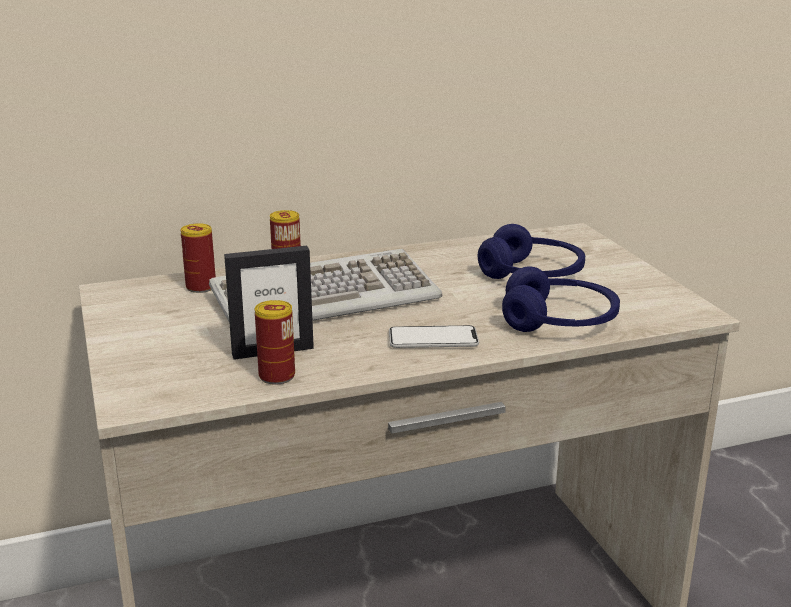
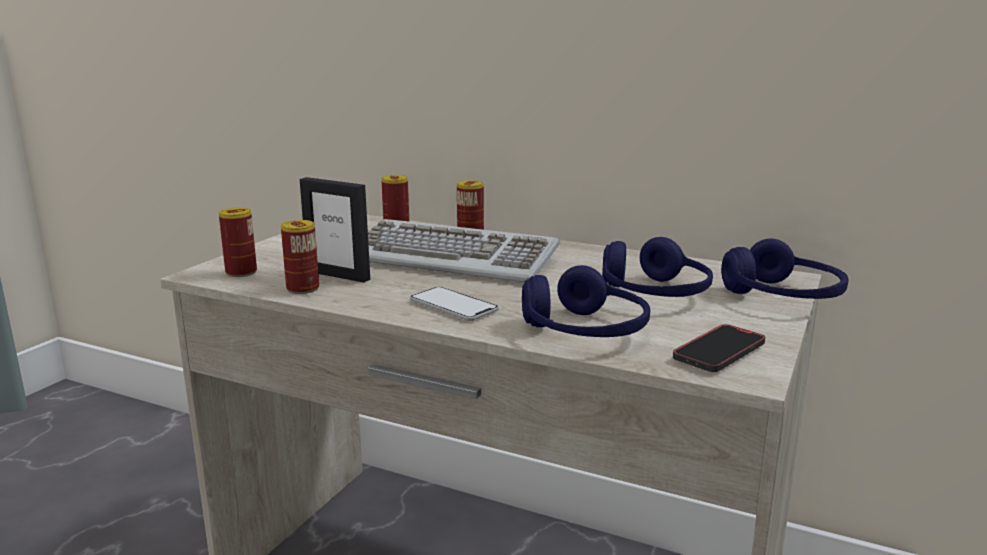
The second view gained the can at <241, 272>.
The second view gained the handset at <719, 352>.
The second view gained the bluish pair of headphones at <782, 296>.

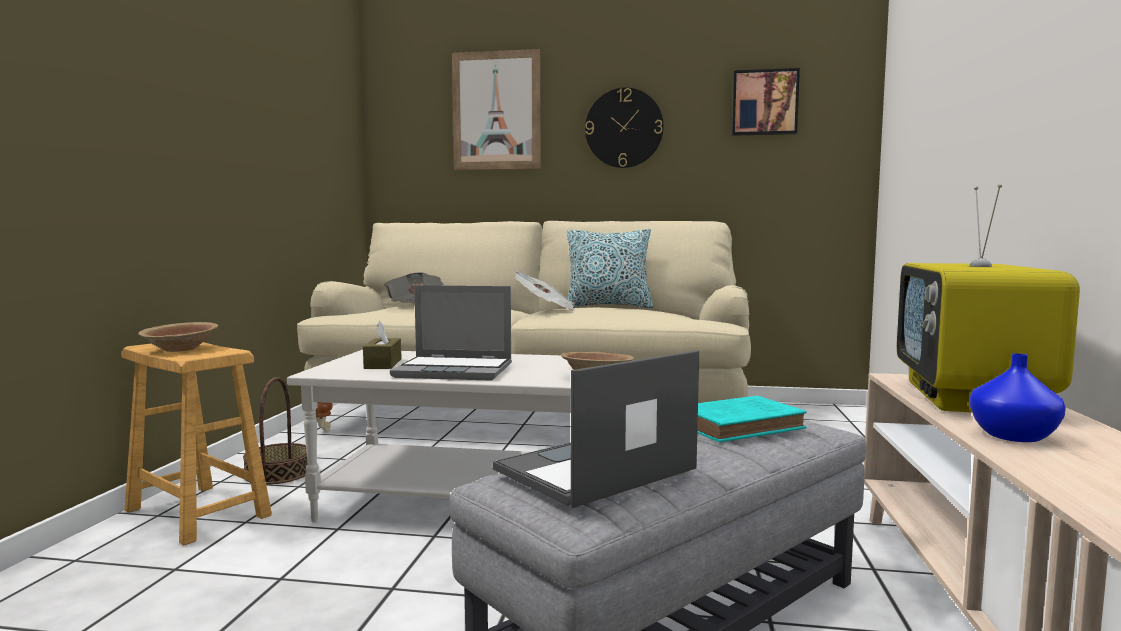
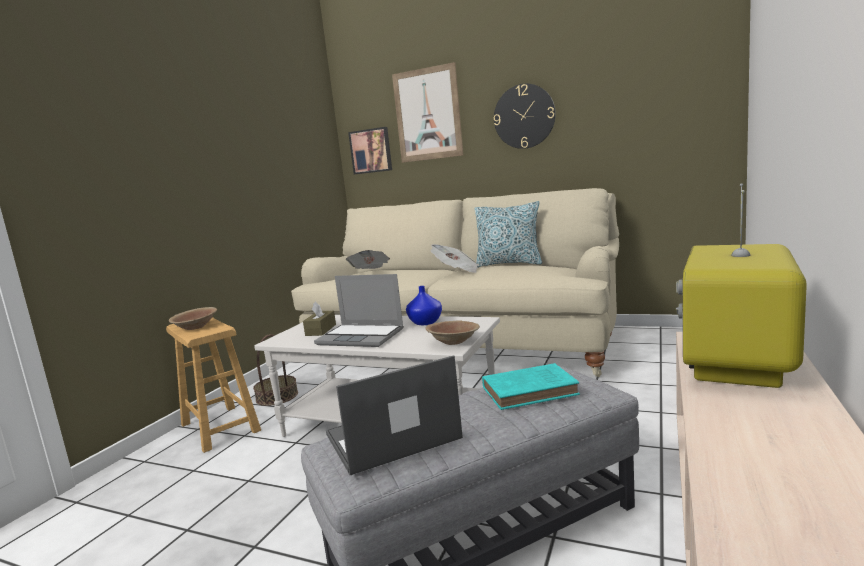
The picture ended up elsewhere, having gone from <764, 103> to <371, 151>.
The bluish flower vase ended up elsewhere, having gone from <1014, 436> to <425, 322>.

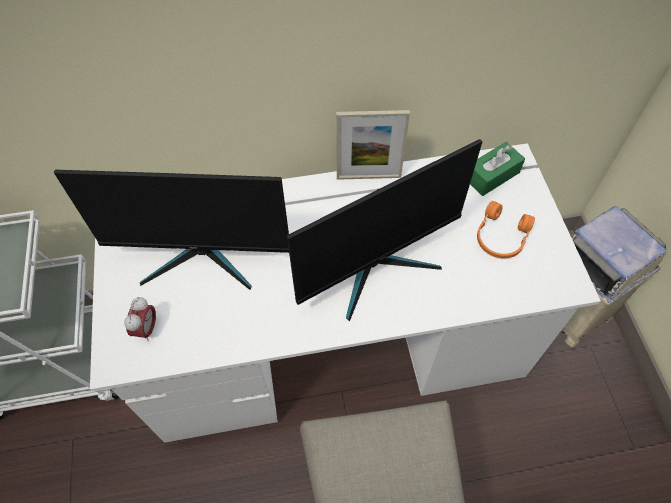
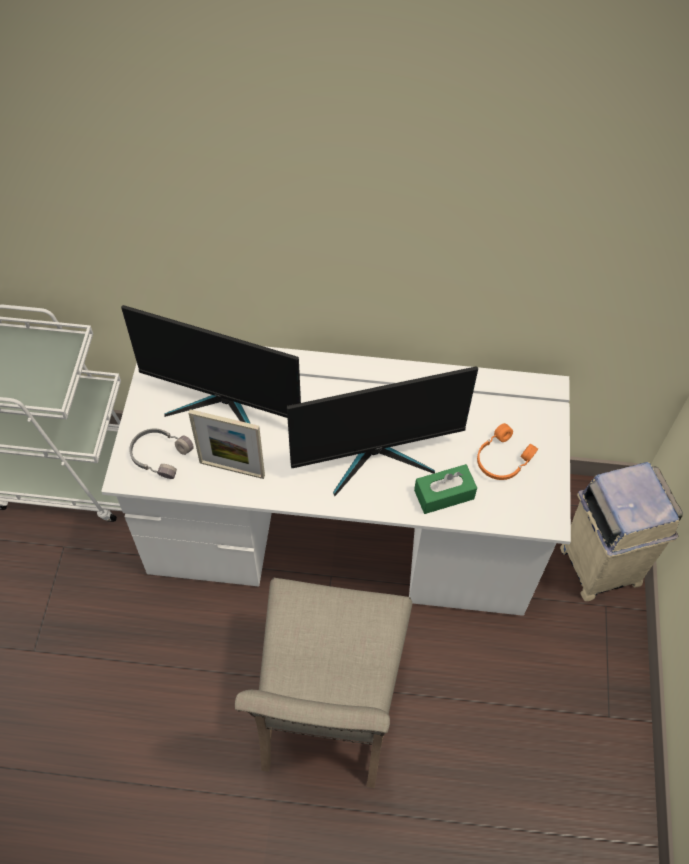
The standing frame ended up elsewhere, having gone from <368, 177> to <232, 469>.
The green tissue box ended up elsewhere, having gone from <491, 175> to <444, 494>.
Where the table clock stood at <147, 329>, the grey pair of headphones came to stand at <160, 455>.

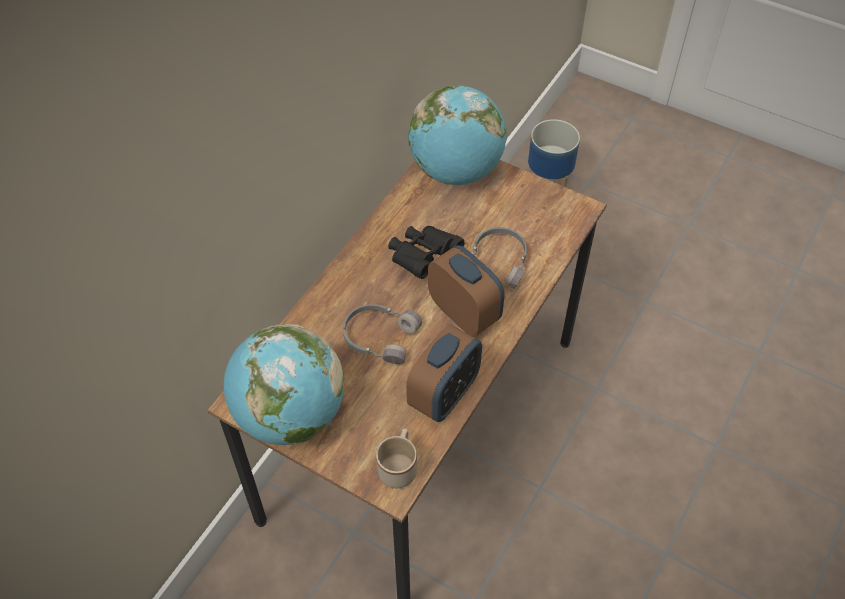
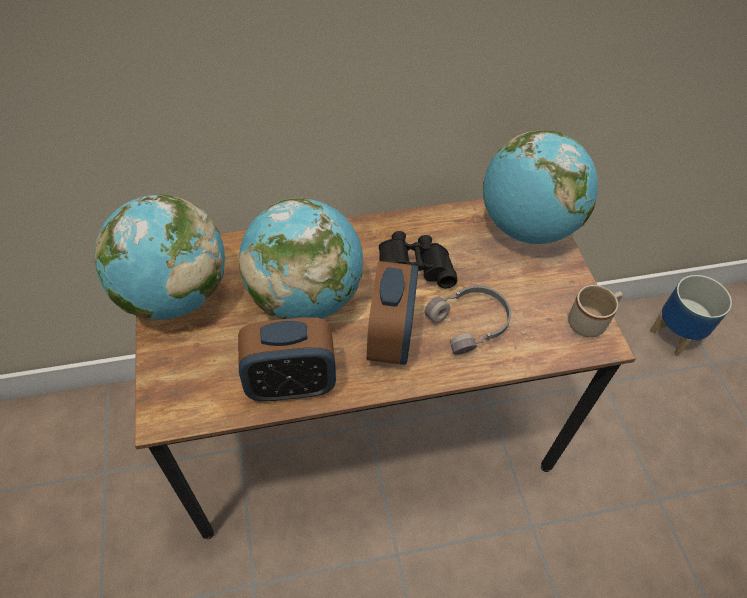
The beige-coloured coffee mug ended up elsewhere, having gone from <399, 466> to <591, 321>.
Where the grey pair of headphones stood at <379, 337>, the world globe came to stand at <305, 297>.

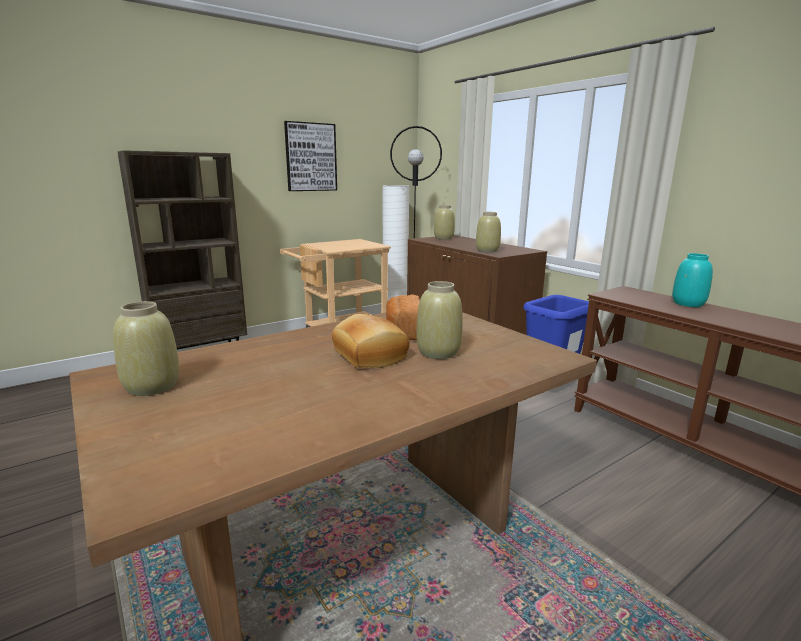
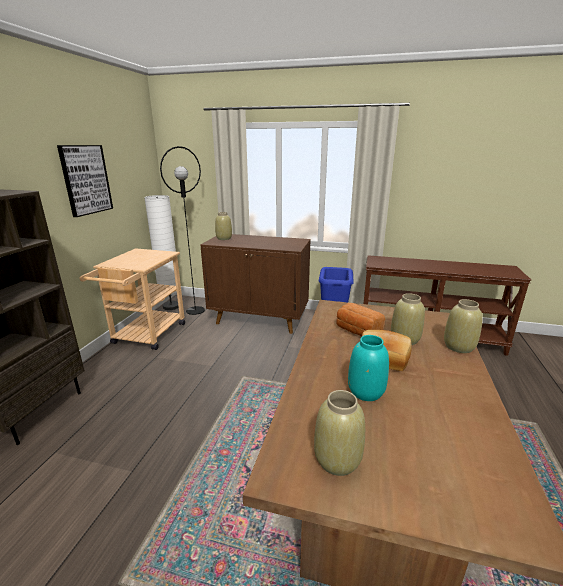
The beige-coloured flower vase ended up elsewhere, having gone from <487, 250> to <459, 347>.
The blue-green flower vase ended up elsewhere, having gone from <688, 304> to <366, 392>.

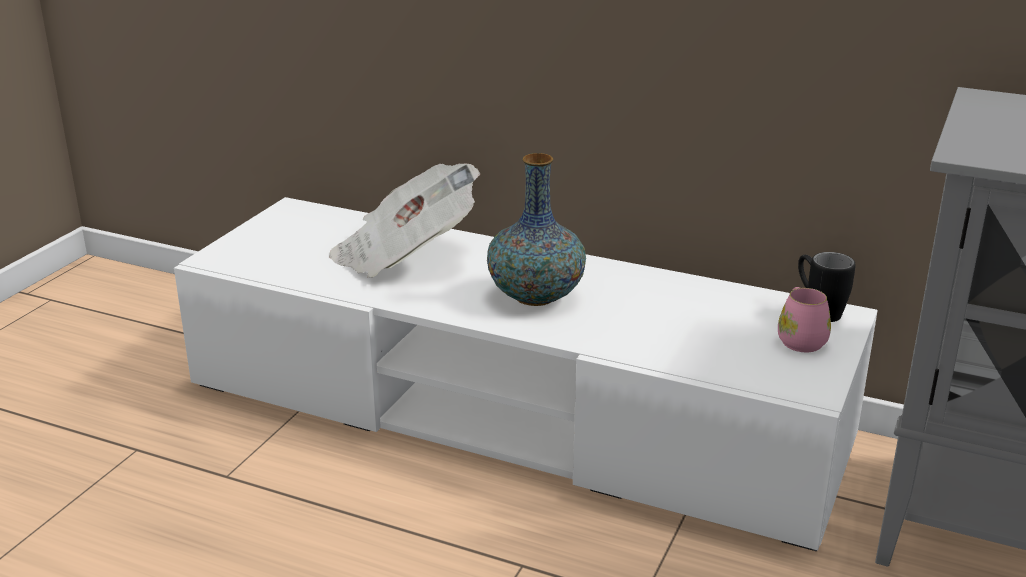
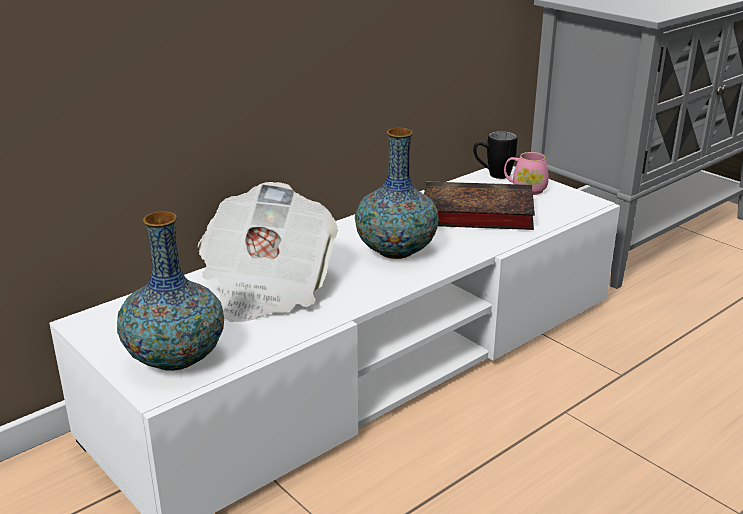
The second view gained the flower vase at <175, 358>.
The second view gained the volume at <474, 213>.

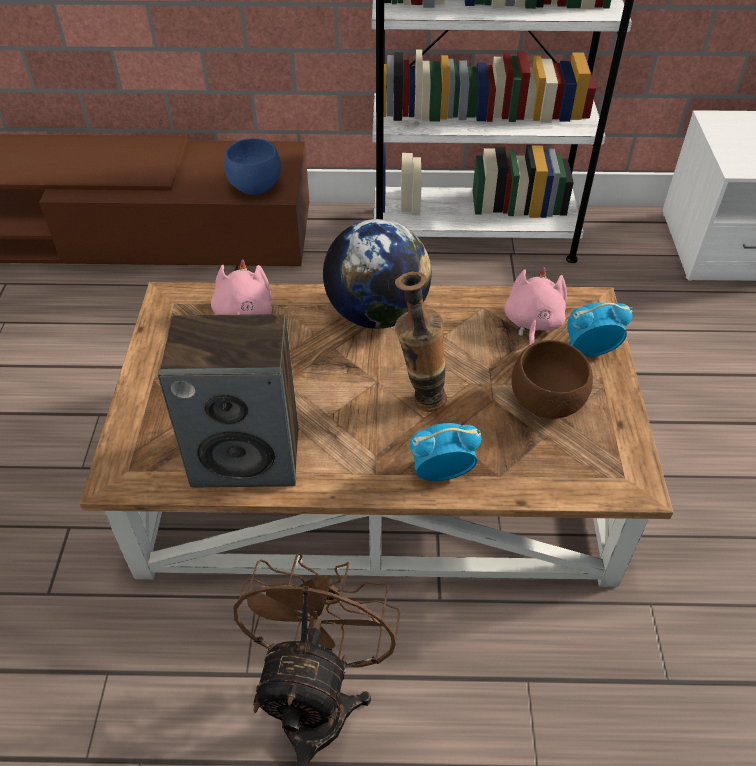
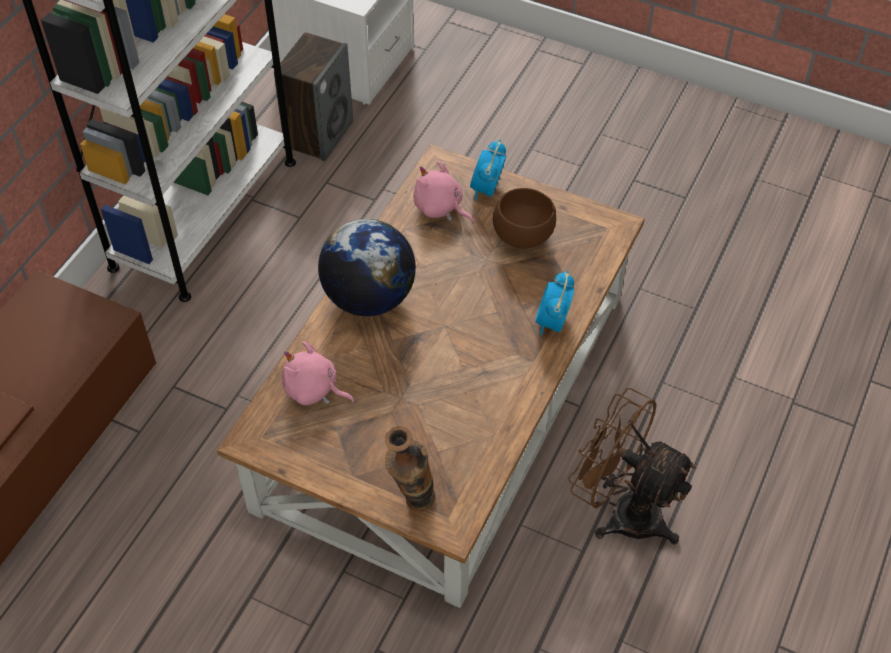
The second view lost the bluish bowl at <254, 187>.
The audio speaker ended up elsewhere, having gone from <247, 456> to <318, 134>.
The flower vase ended up elsewhere, having gone from <419, 398> to <412, 505>.

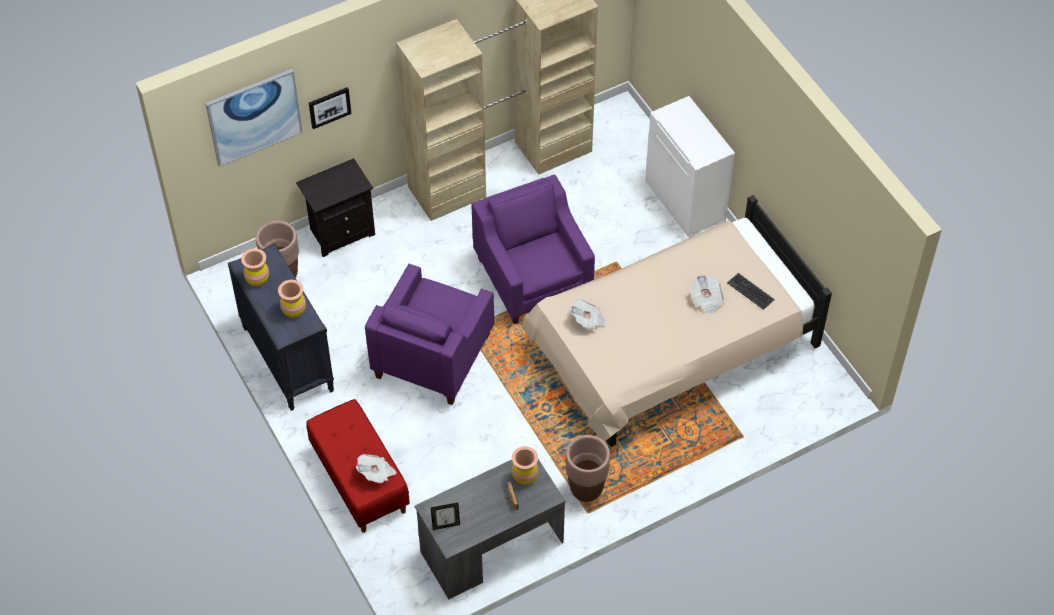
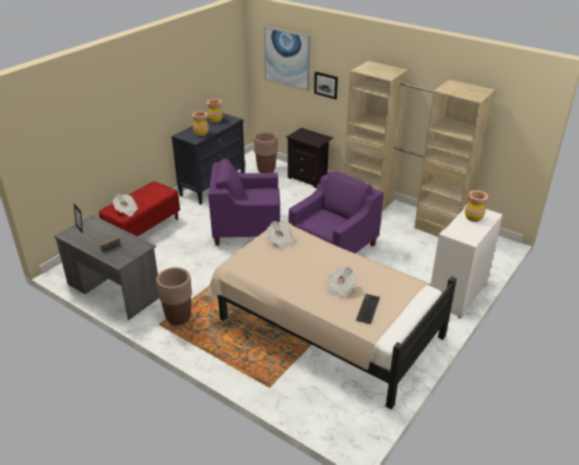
The brown-coloured flower vase ended up elsewhere, having gone from <524, 476> to <473, 218>.

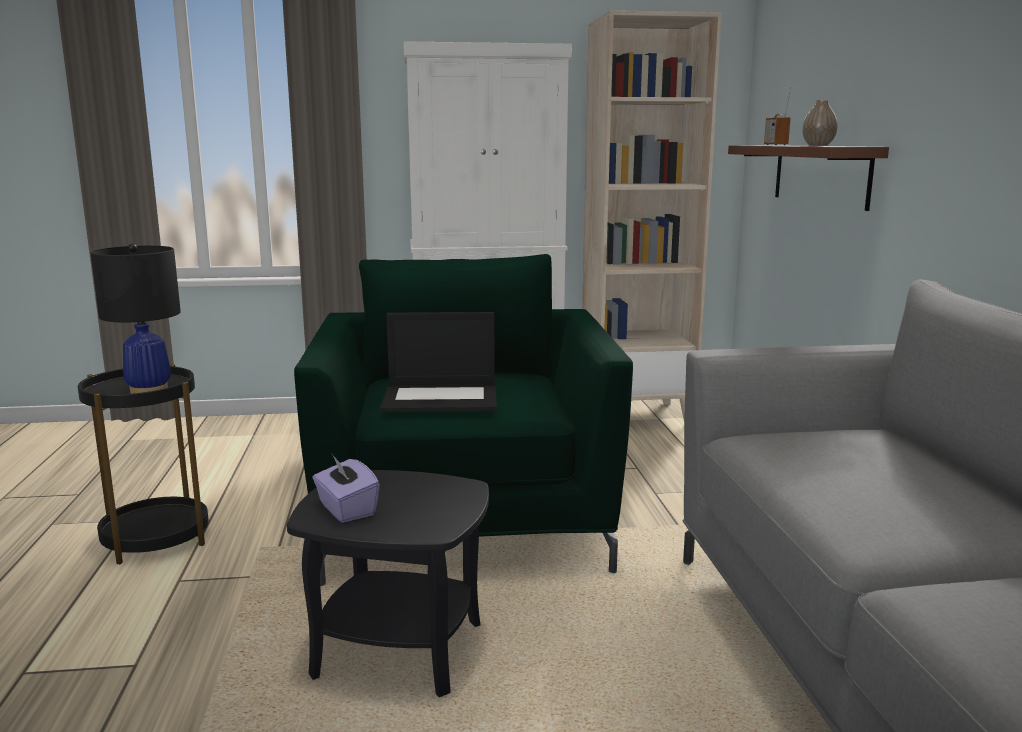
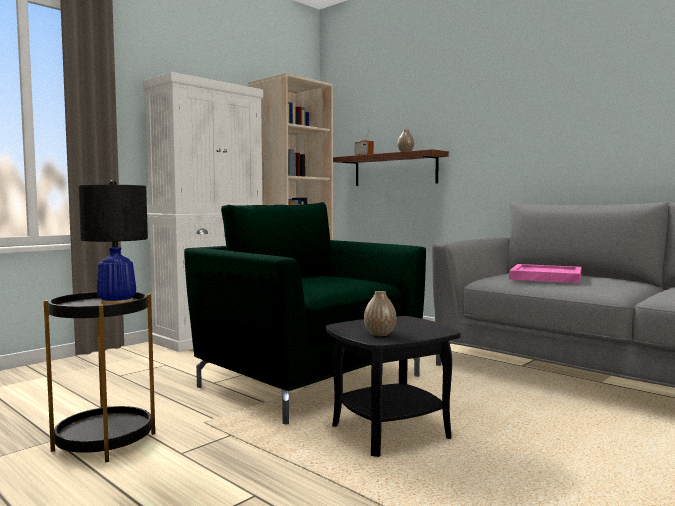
The second view lost the notebook computer at <442, 398>.
The second view gained the pink-coloured tray at <545, 277>.
Where the purplish tissue box stood at <346, 509>, the flower vase came to stand at <380, 334>.

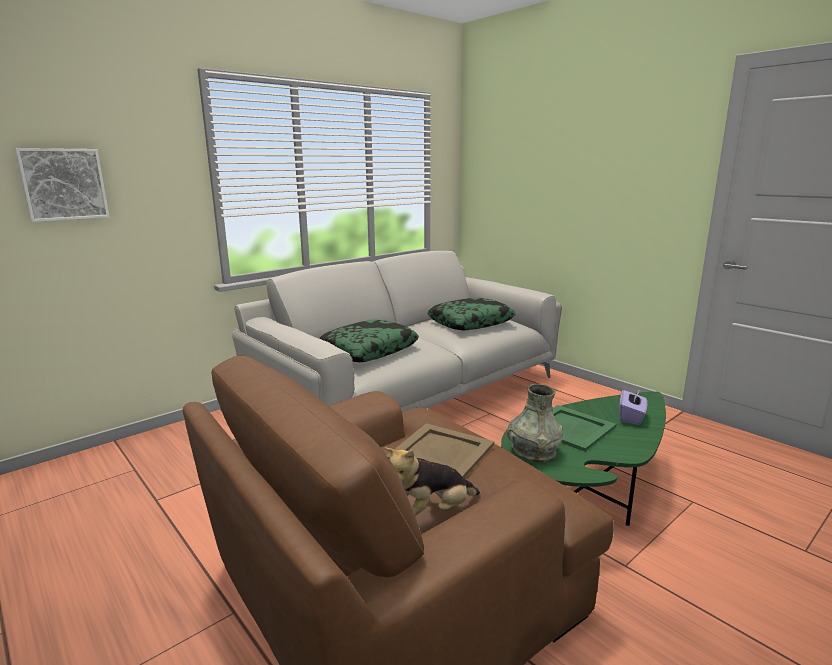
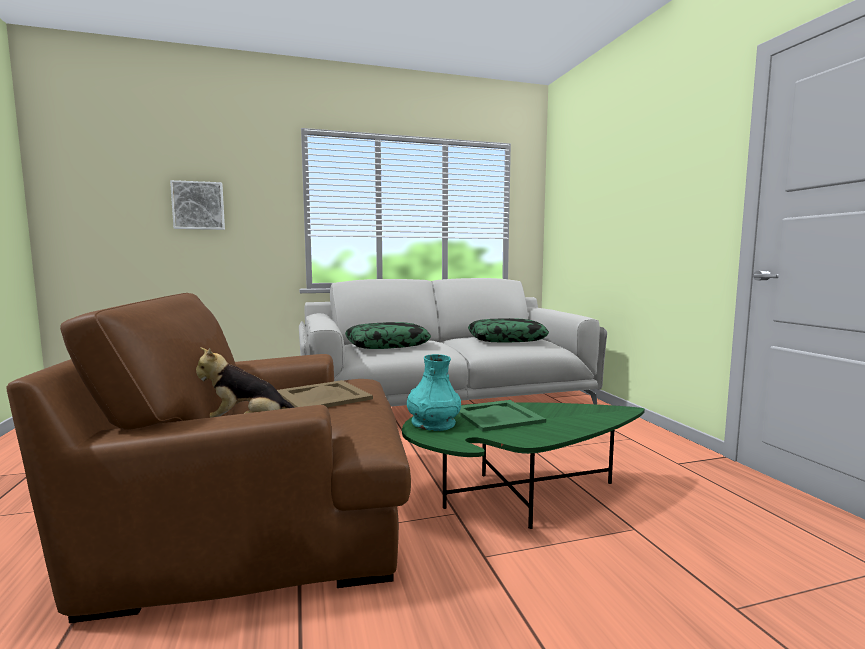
The second view lost the purplish tissue box at <631, 417>.
What was the grey flower vase at <533, 451> turned into the blue-green flower vase at <433, 423>.

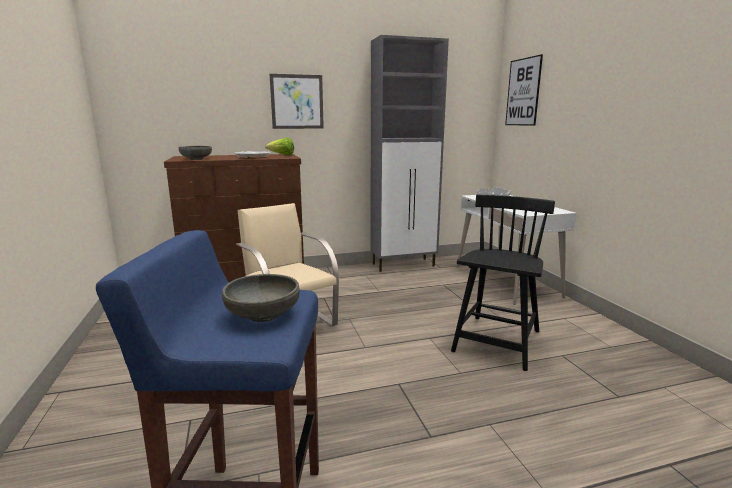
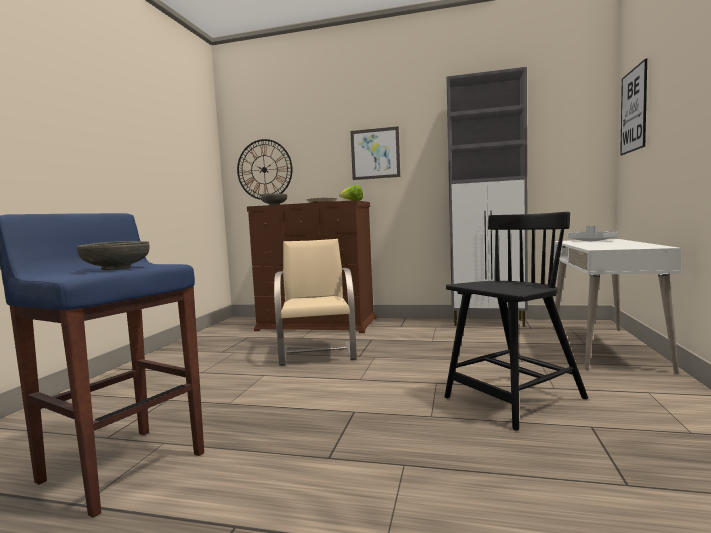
The second view gained the hanging clock at <264, 169>.

